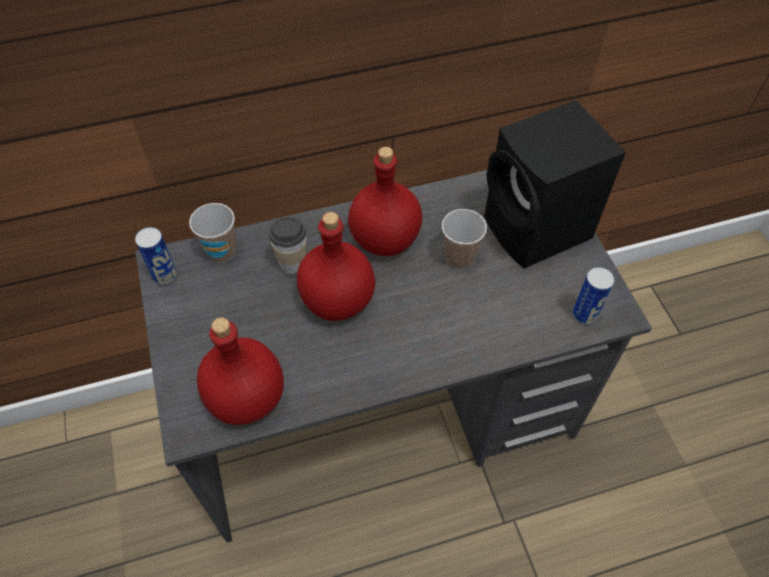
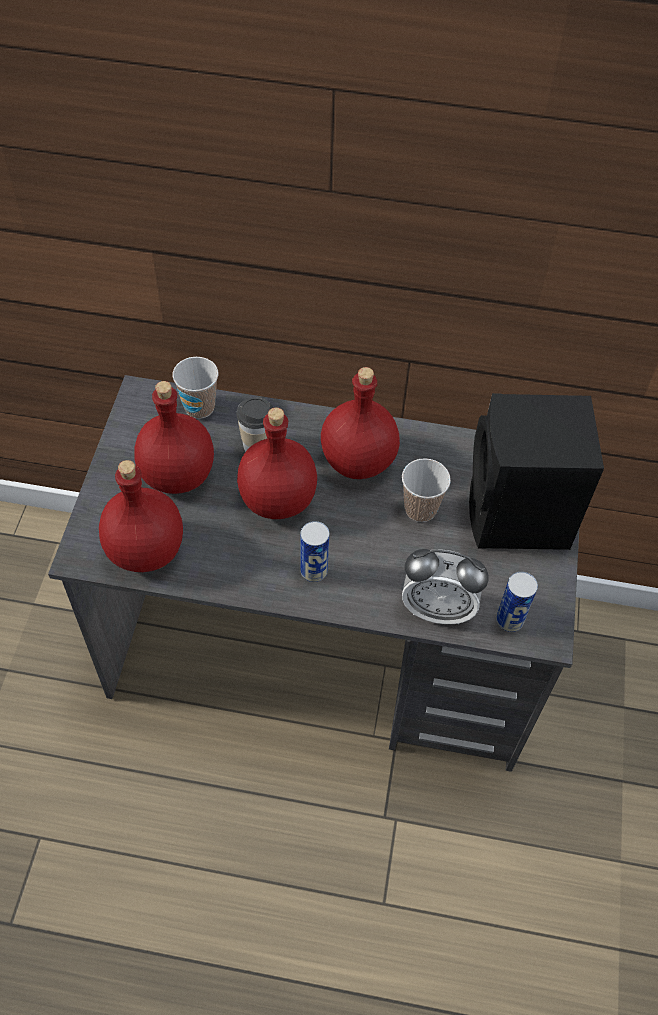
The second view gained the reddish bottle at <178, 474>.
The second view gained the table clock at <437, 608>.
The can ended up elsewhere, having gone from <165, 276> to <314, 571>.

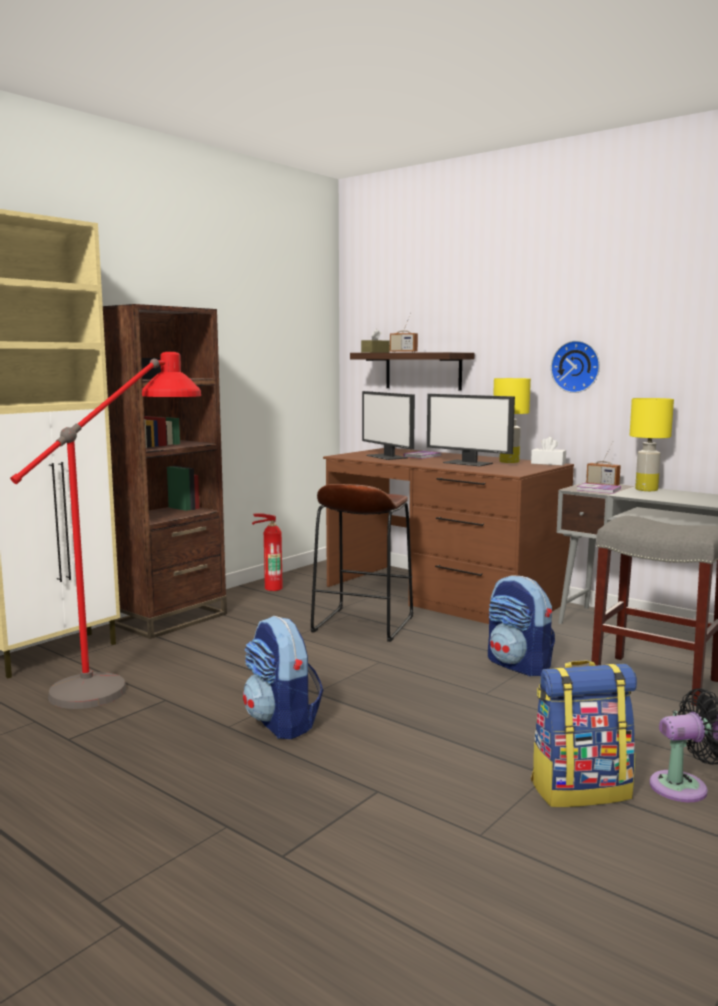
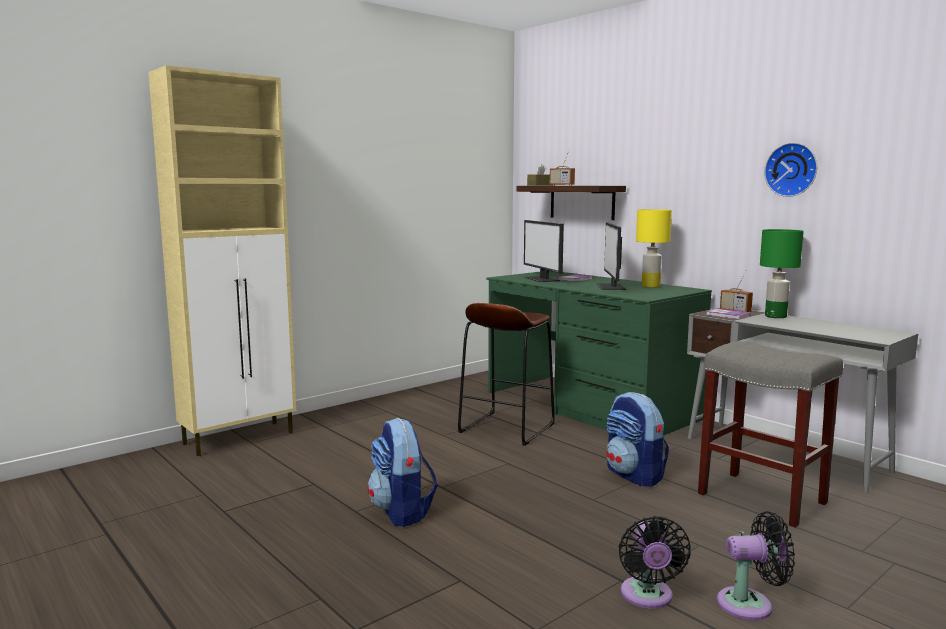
The second view lost the reddish floor lamp at <129, 674>.
The second view lost the brown-coloured shelving unit at <169, 619>.
The second view lost the extinguisher at <271, 588>.
The second view lost the white-coloured tissue box at <548, 463>.
The hanging clock ended up elsewhere, having gone from <576, 366> to <792, 169>.
Where the knapsack stood at <580, 789>, the blackish fan came to stand at <647, 597>.
What was the brown-coloured desk table at <442, 595> turned into the green desk table at <588, 405>.
What was the yellowish table lamp at <646, 490> turned into the green table lamp at <776, 316>.
The monitor at <468, 463> ended up facing another way, 45 degrees clockwise from before.

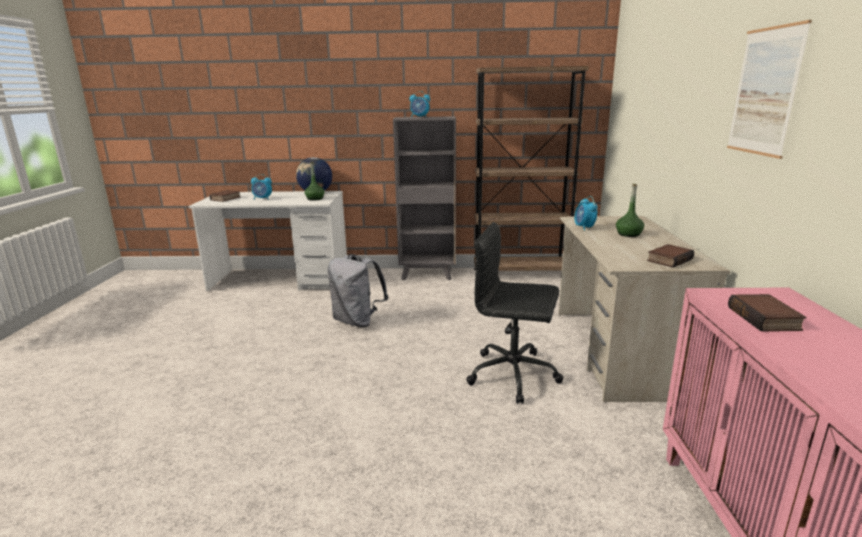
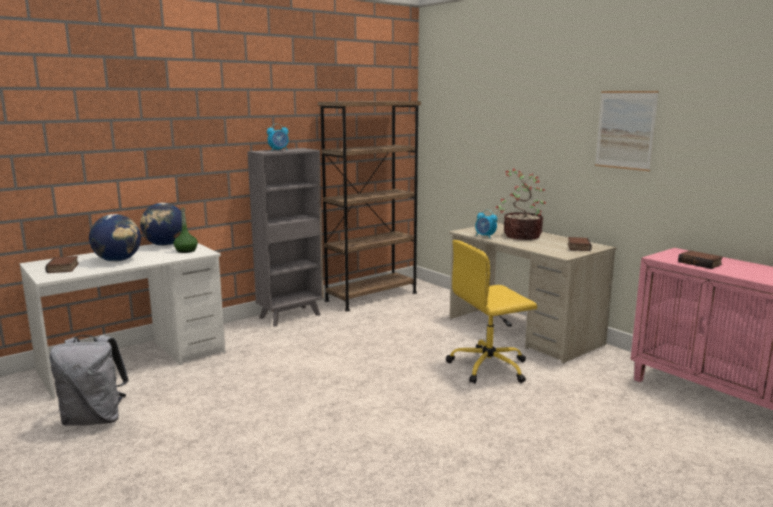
The grey knapsack ended up elsewhere, having gone from <357, 321> to <95, 419>.
Where the table clock stood at <262, 199>, the world globe came to stand at <118, 260>.
Where the green bottle stood at <628, 234>, the plant in a pot came to stand at <520, 236>.
What was the blackish desk chair at <514, 375> turned into the yellowish desk chair at <490, 367>.

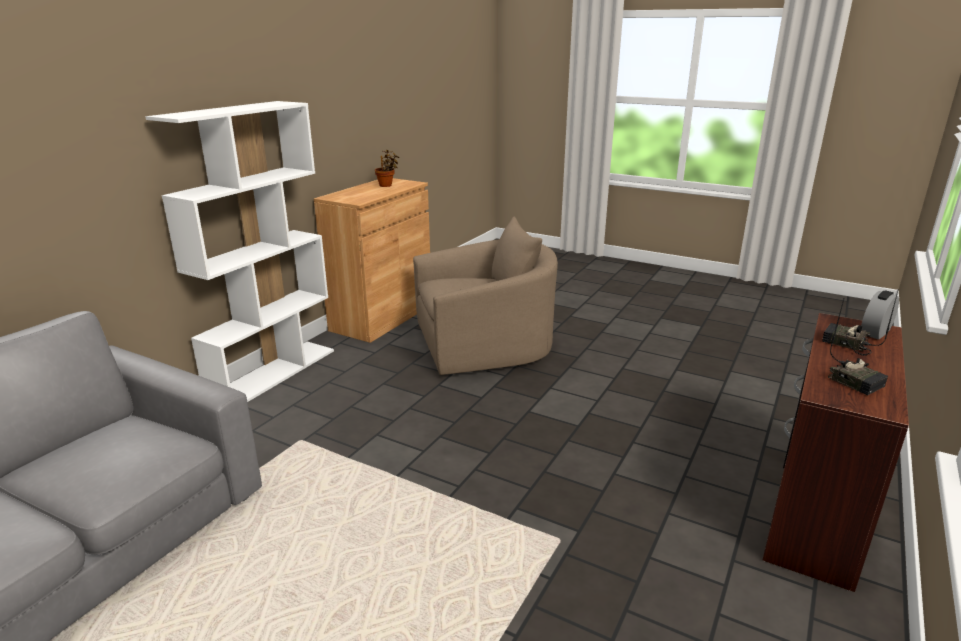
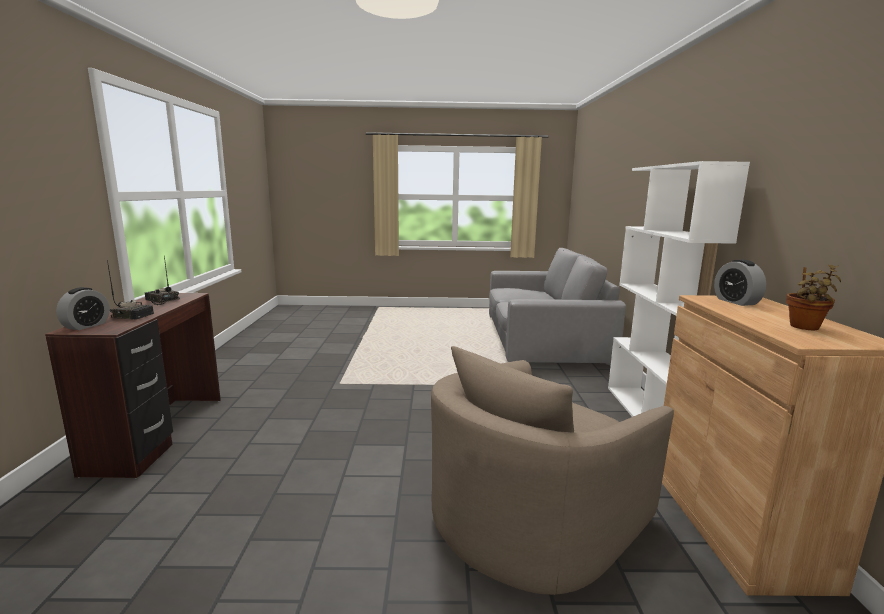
The second view gained the table clock at <736, 302>.

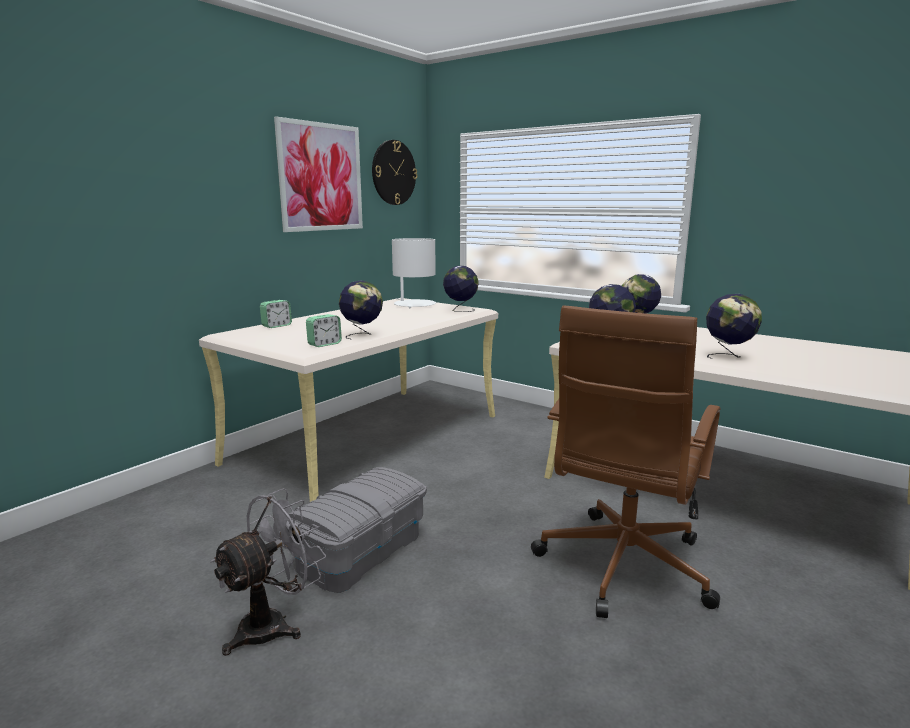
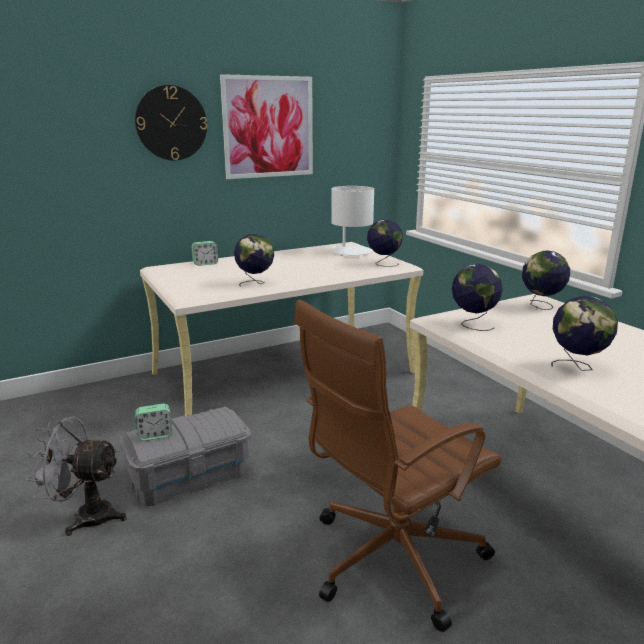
The table clock ended up elsewhere, having gone from <324, 344> to <155, 435>.
The hanging clock ended up elsewhere, having gone from <393, 172> to <171, 123>.
The grey fan at <273, 624> ended up facing another way, 150 degrees counterclockwise from before.

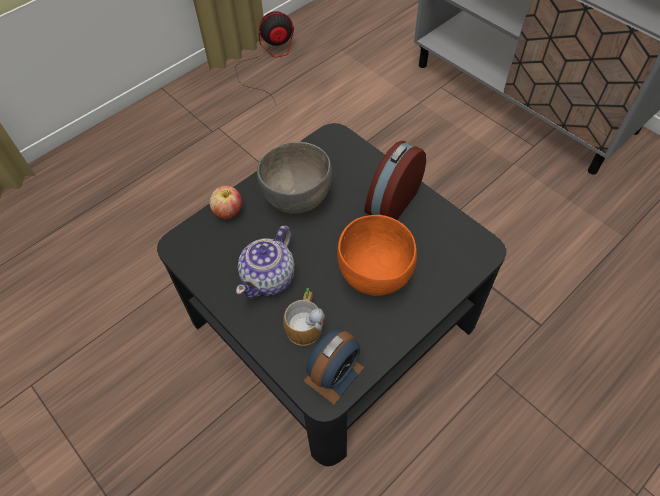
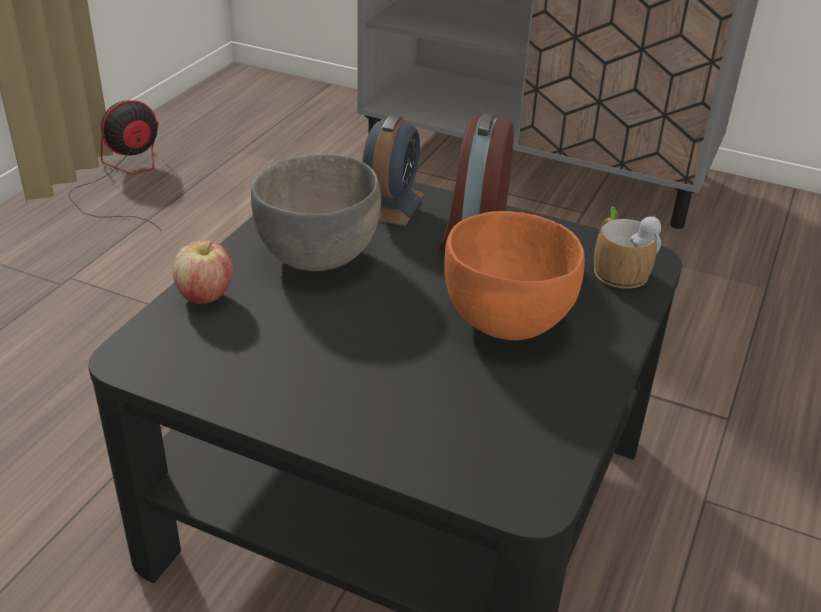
The second view lost the pot for tea at <269, 277>.
The coffee mug ended up elsewhere, having gone from <306, 323> to <618, 267>.
The table clock ended up elsewhere, having gone from <334, 374> to <390, 205>.

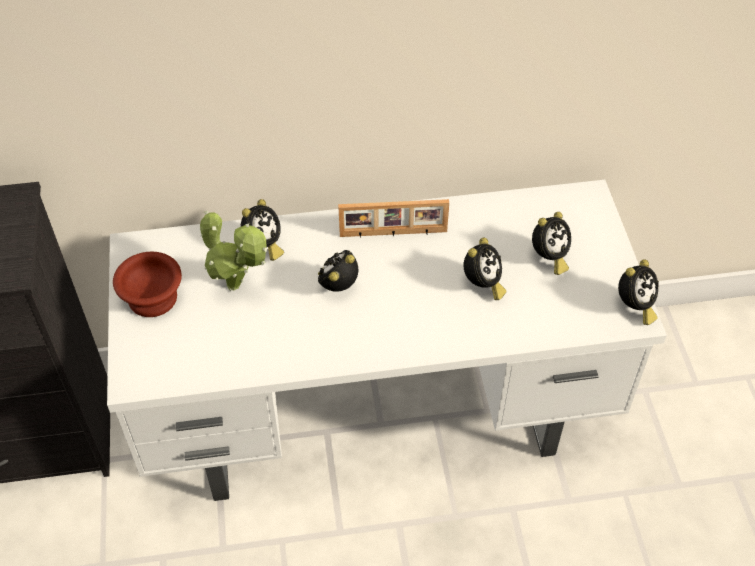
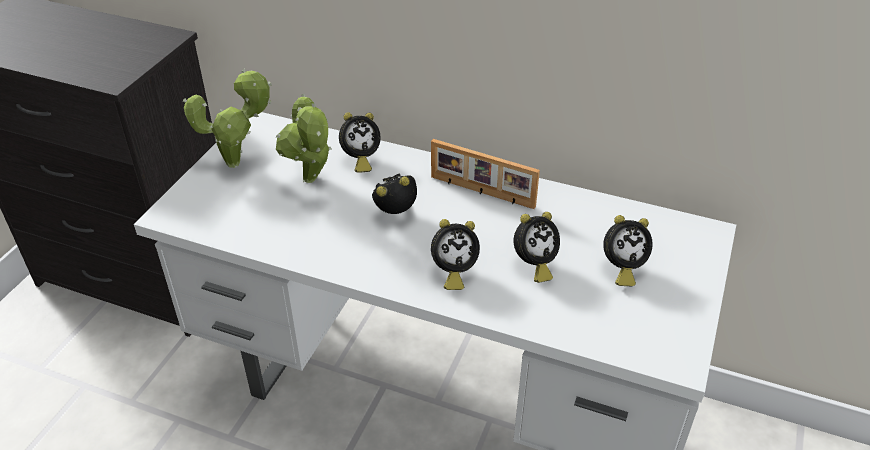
The table clock ended up elsewhere, having gone from <634, 307> to <453, 272>.
Where the brown-coloured bowl stood at <151, 297>, the plant in a pot came to stand at <238, 162>.

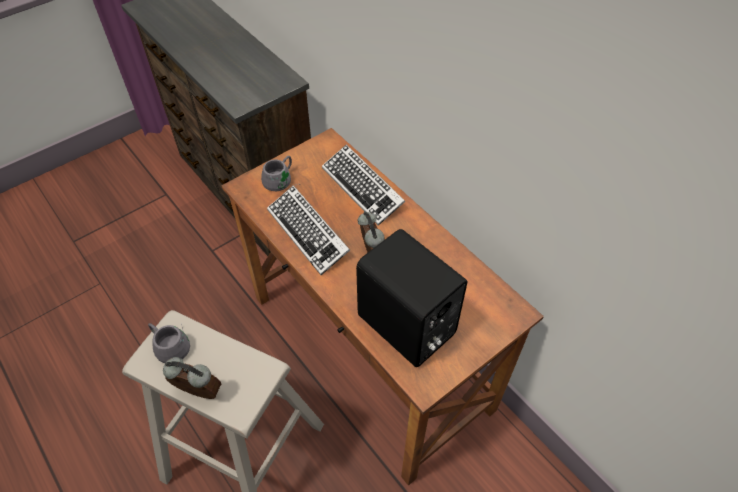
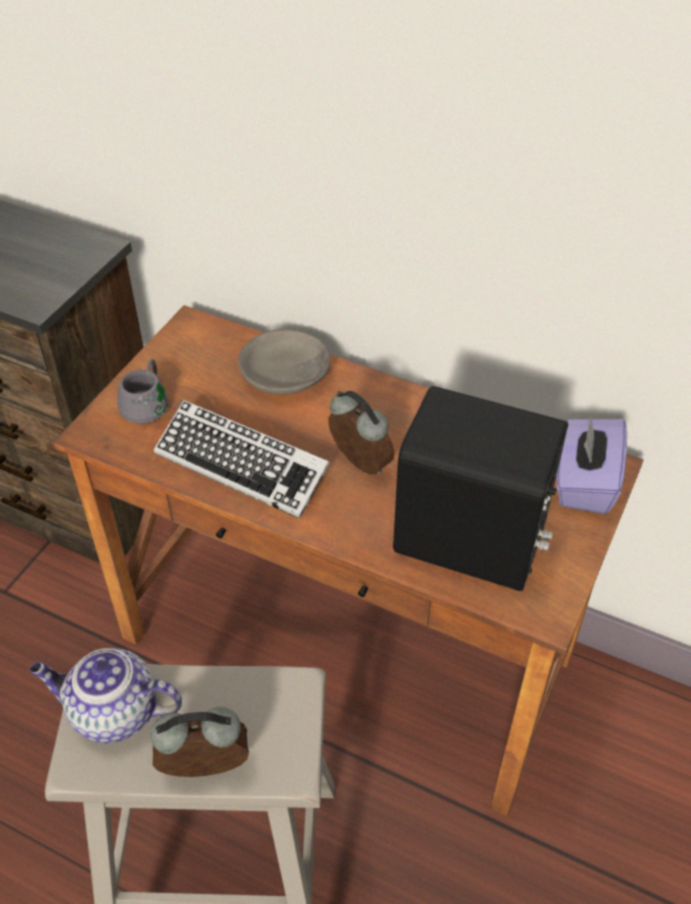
The second view gained the purplish tissue box at <584, 483>.
Where the grey coffee mug stood at <172, 343>, the pot for tea came to stand at <112, 713>.
Where the PC keyboard stood at <362, 188>, the grey bowl came to stand at <286, 375>.

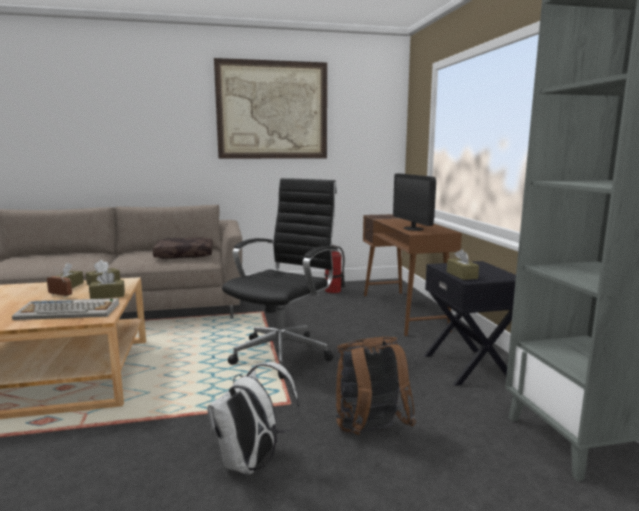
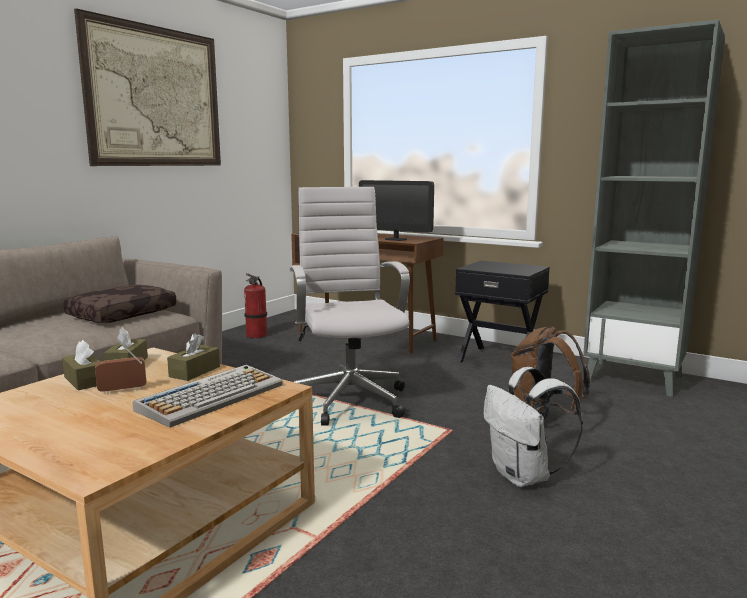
The second view lost the brown-coloured tissue box at <461, 275>.
What was the blackish desk chair at <284, 353> turned into the white-coloured desk chair at <349, 399>.

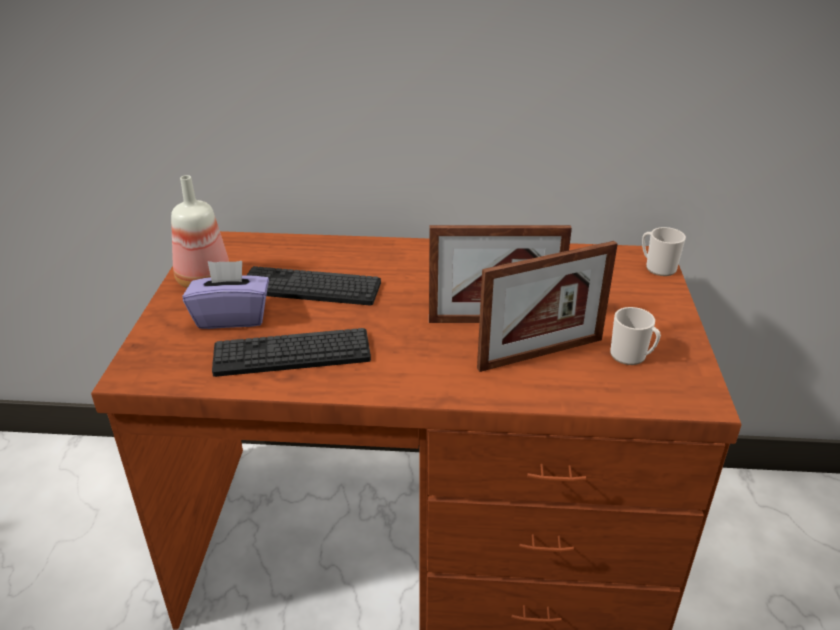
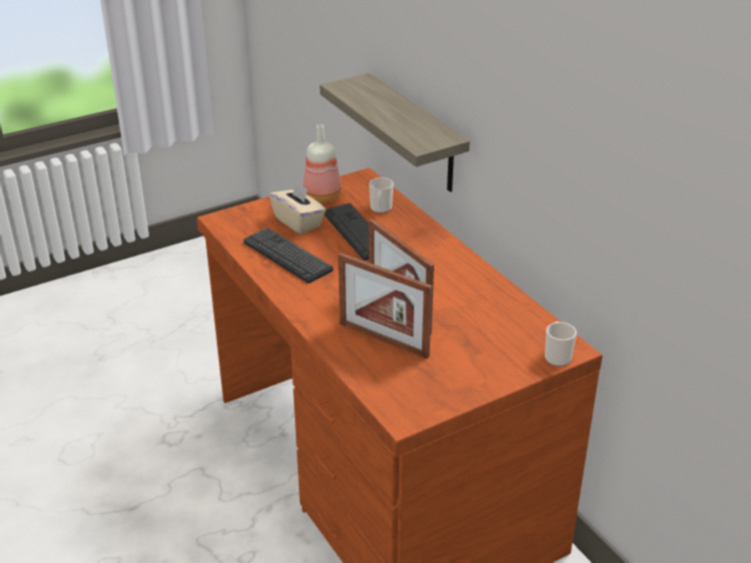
The second view gained the bracket shelf at <415, 134>.
The coffee mug ended up elsewhere, having gone from <631, 356> to <380, 209>.
What was the purplish tissue box at <232, 317> turned into the beige-coloured tissue box at <298, 222>.

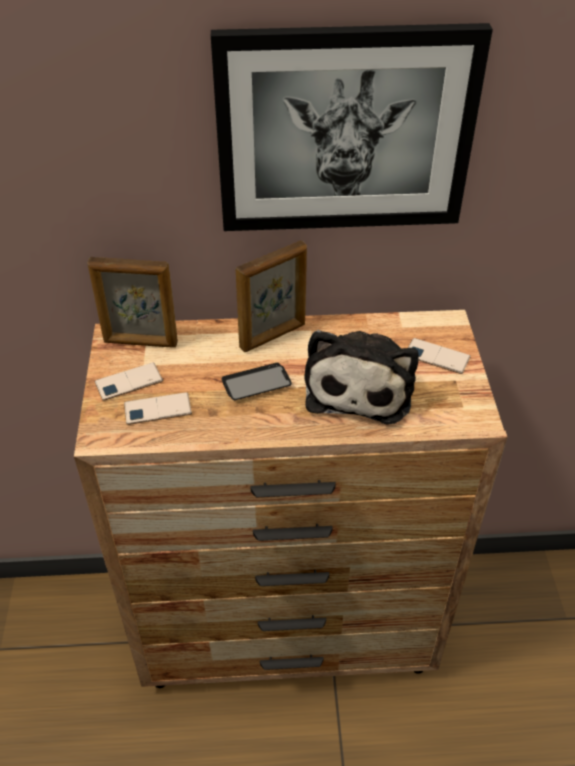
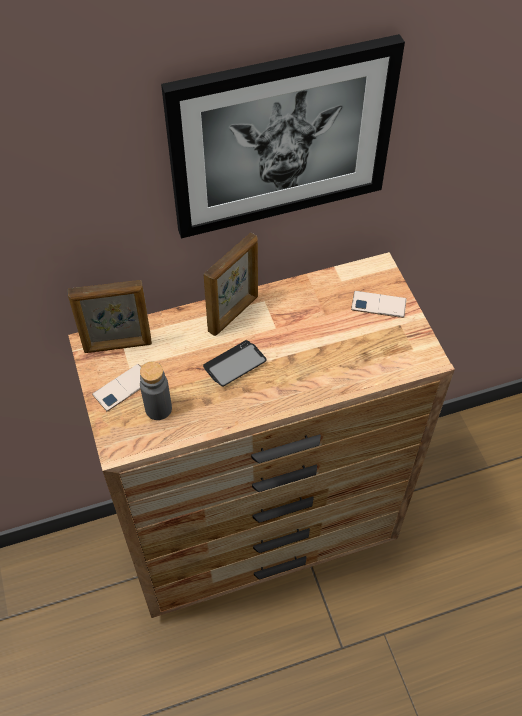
The second view lost the cuddly toy at <360, 385>.
Where the handset stood at <157, 409>, the grey bottle came to stand at <158, 409>.

